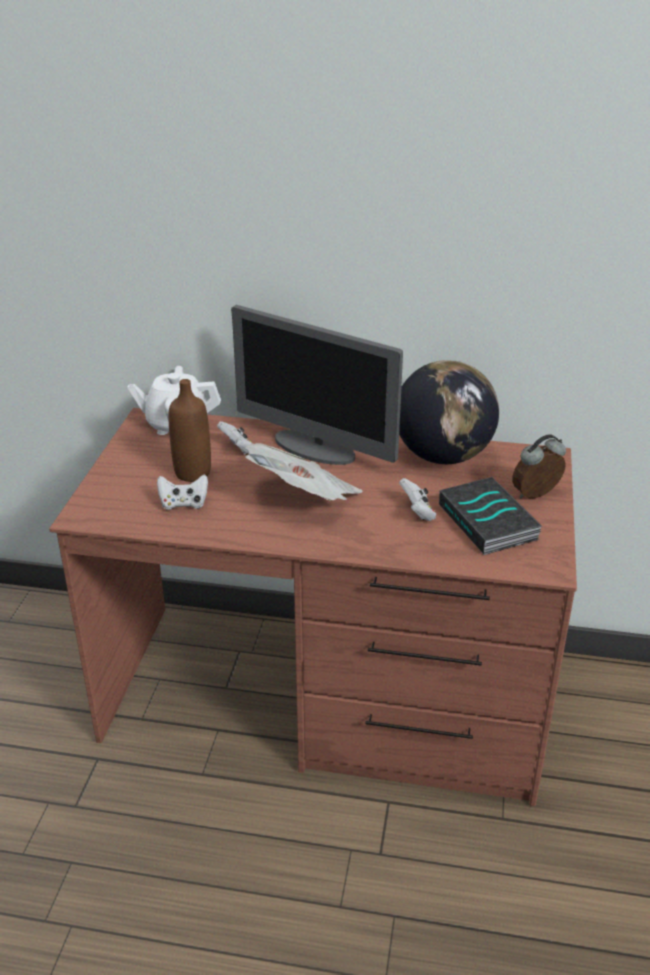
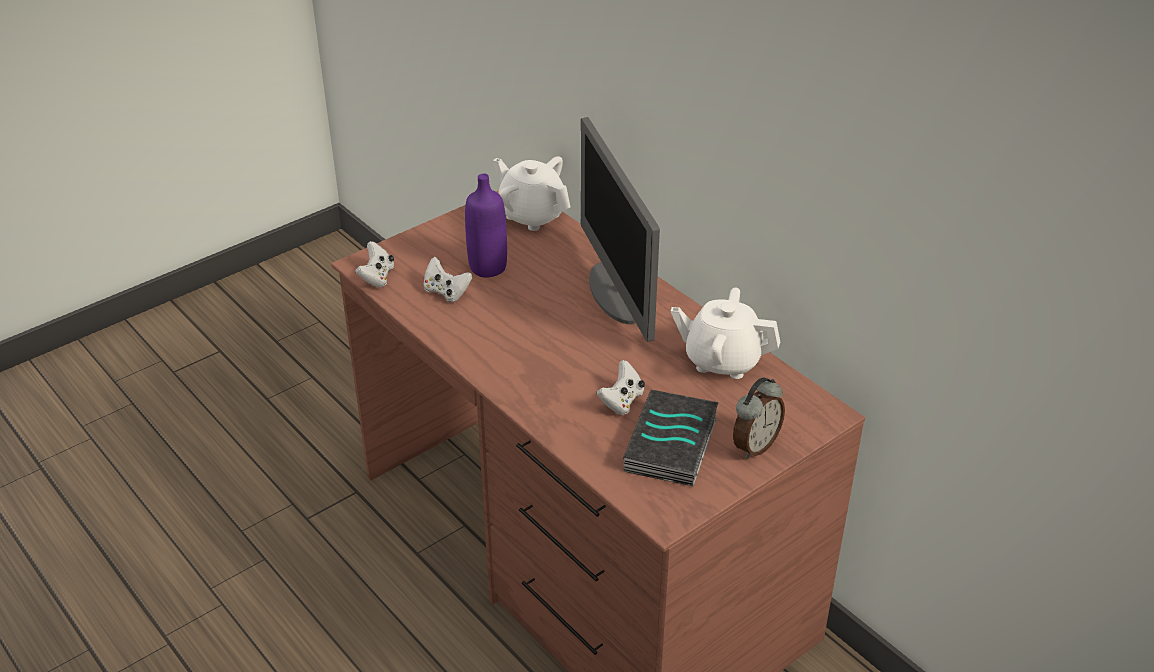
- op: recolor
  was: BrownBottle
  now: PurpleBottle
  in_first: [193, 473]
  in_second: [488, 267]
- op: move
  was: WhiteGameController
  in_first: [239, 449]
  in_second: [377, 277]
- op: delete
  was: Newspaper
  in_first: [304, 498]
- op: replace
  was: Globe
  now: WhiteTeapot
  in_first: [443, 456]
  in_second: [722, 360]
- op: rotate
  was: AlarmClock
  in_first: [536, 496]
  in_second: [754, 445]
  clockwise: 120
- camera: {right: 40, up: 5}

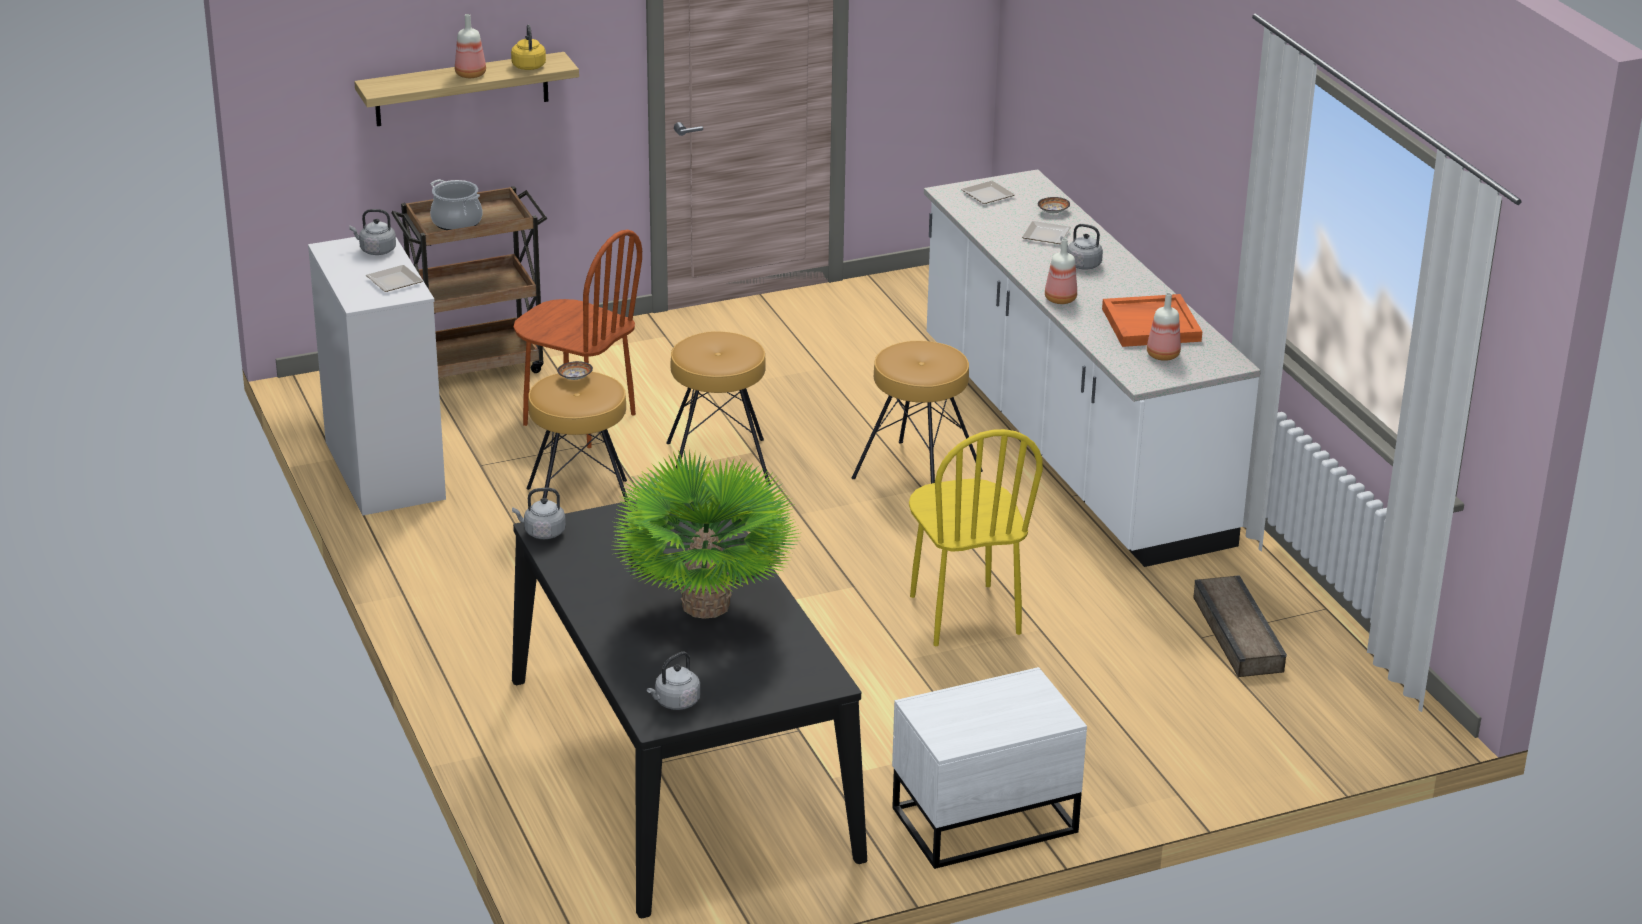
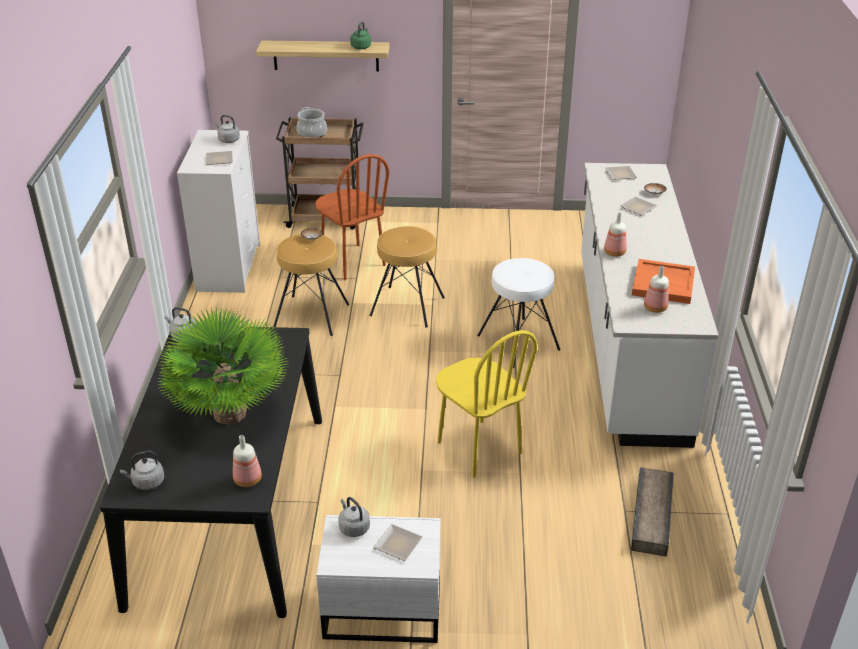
- op: move
  was: Bottle
  in_first: [470, 74]
  in_second: [247, 479]
- op: recolor
  was: YellowKettle
  now: GreenKettle
  in_first: [528, 65]
  in_second: [361, 47]
- op: recolor
  was: BrownStool
  now: WhiteStool
  in_first: [917, 474]
  in_second: [518, 342]
- op: rotate
  was: YellowChair
  in_first: [963, 615]
  in_second: [478, 448]
  clockwise: -45
- op: move
  was: GreyKettle
  in_first: [1081, 264]
  in_second: [353, 527]
- op: insert
  now: Plate
  in_second: [398, 546]
- camera: {right: 25, up: 5}

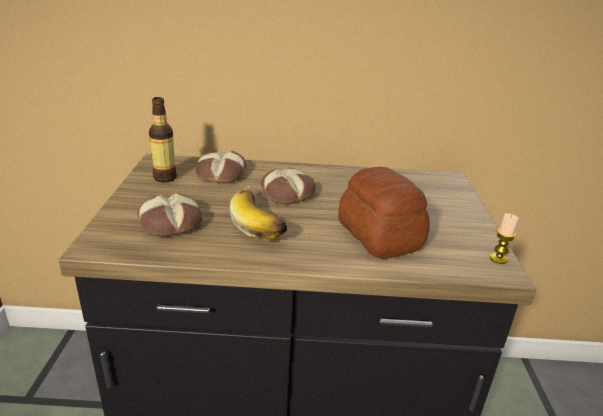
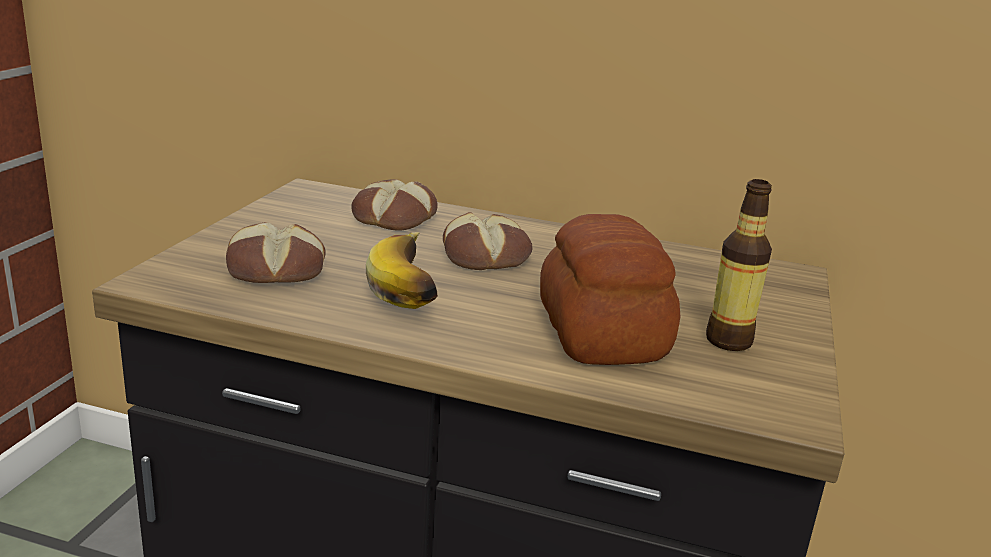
- op: move
  was: Bottle
  in_first: [165, 178]
  in_second: [728, 341]
- op: delete
  was: Candle
  in_first: [498, 259]
- camera: {right: 15, up: -5}

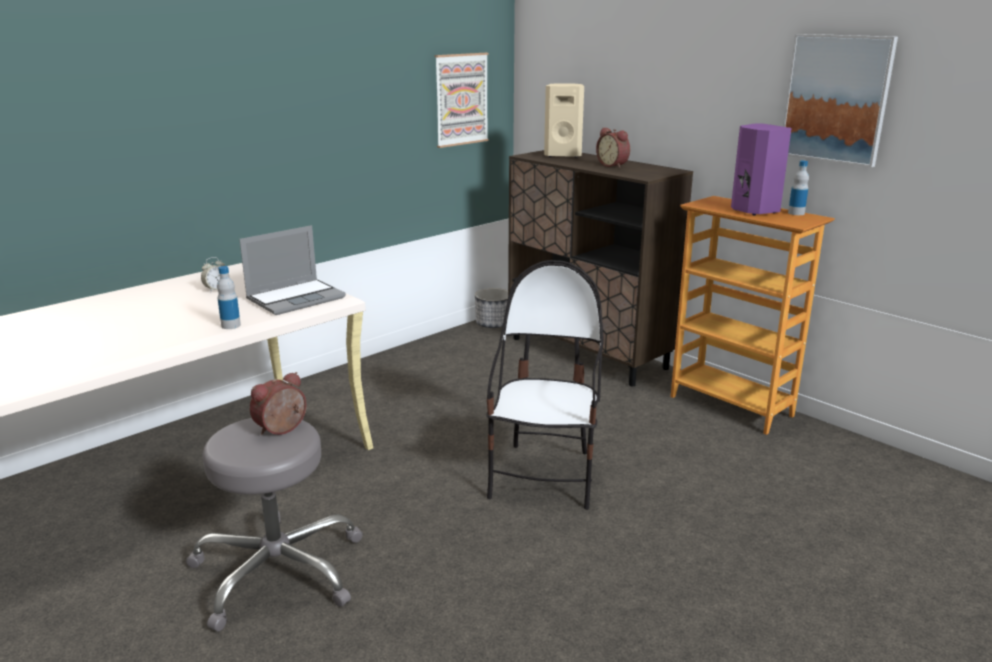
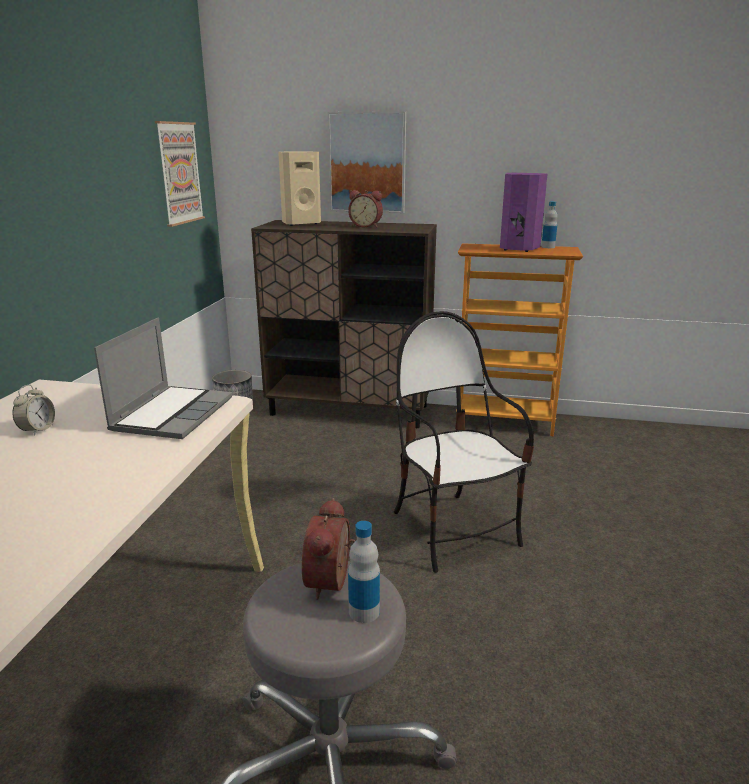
- op: move
  was: Bottle
  in_first: [231, 325]
  in_second: [364, 611]
- op: move
  was: Picture
  in_first: [836, 99]
  in_second: [367, 163]
- camera: {right: -35, up: 0}

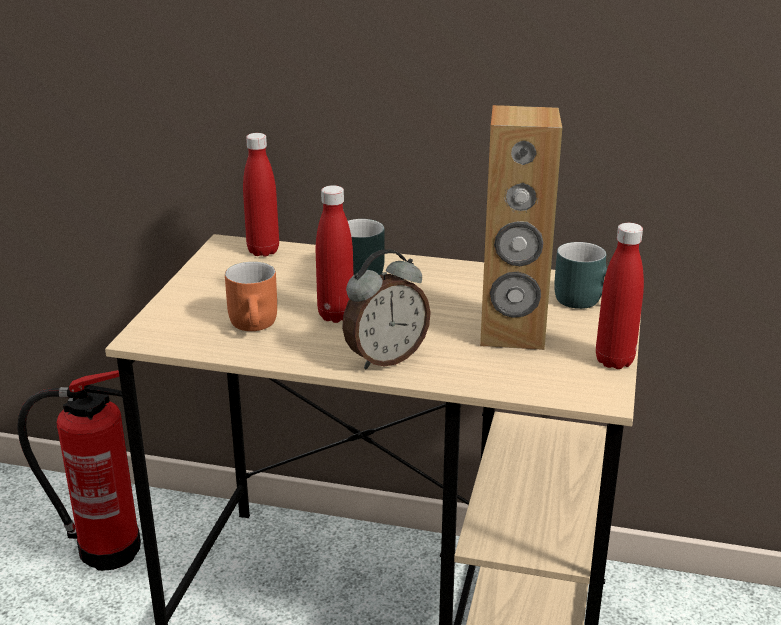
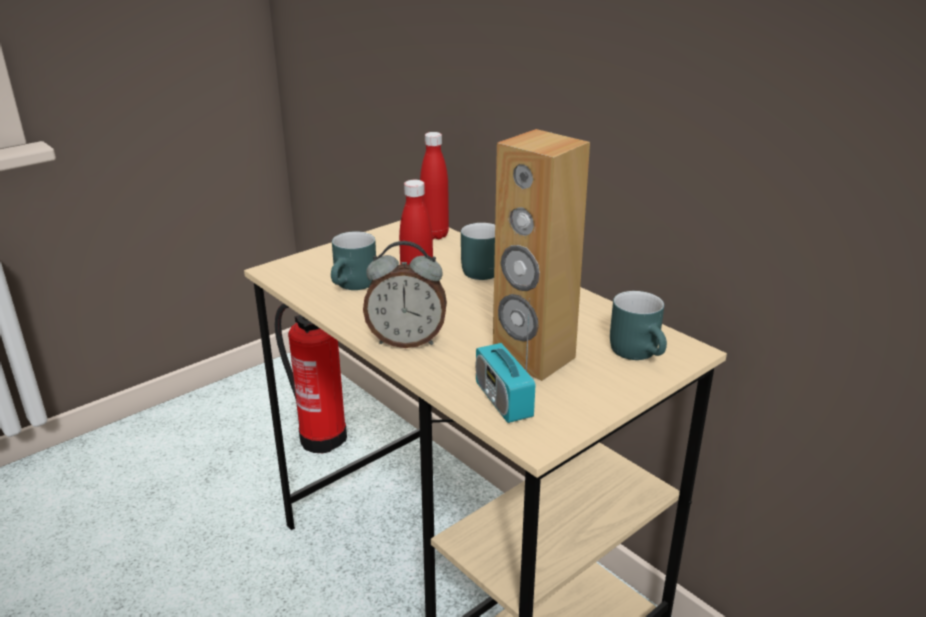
- op: recolor
  was: OrangeMug
  now: TurquoiseMug
  in_first: [257, 325]
  in_second: [355, 286]
- op: delete
  was: RedBottle
  in_first: [614, 361]
- op: insert
  now: Radio
  in_second: [503, 400]
- camera: {right: 35, up: 0}

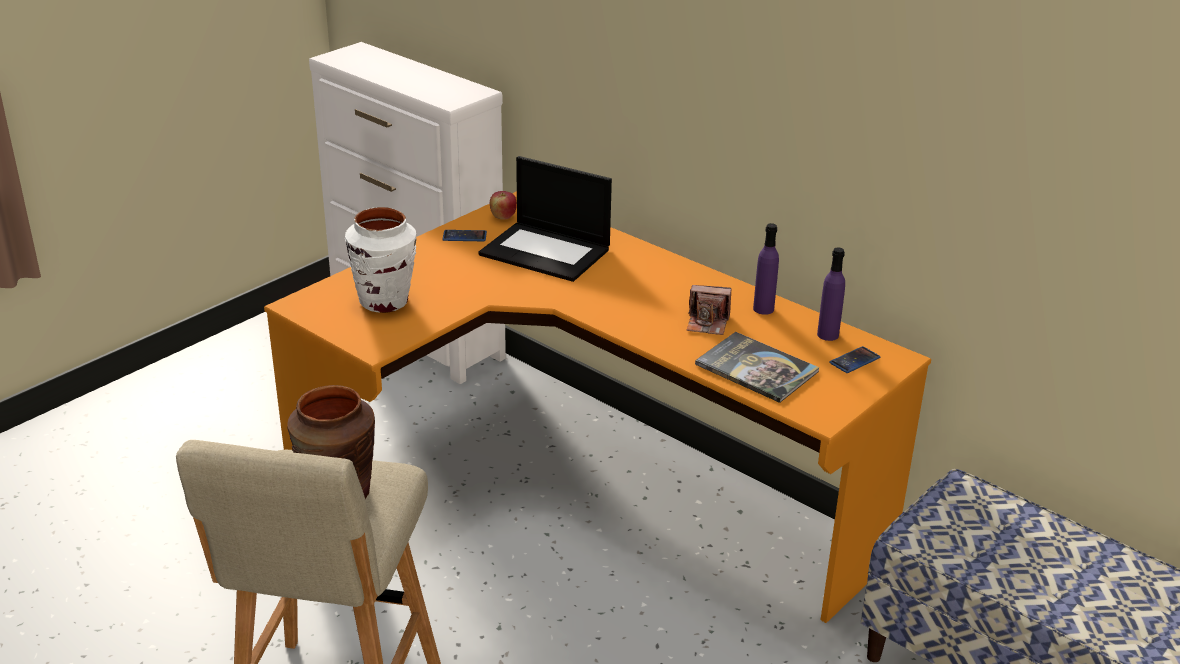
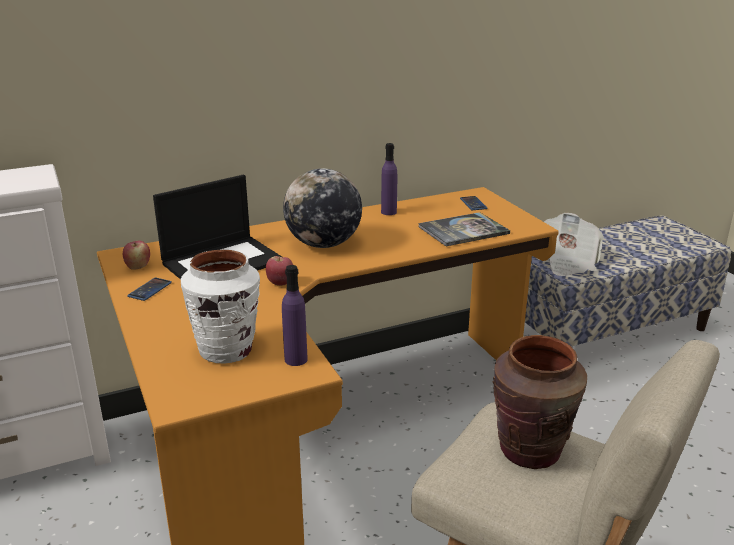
- op: delete
  was: PhotoCamera
  in_first: [707, 323]
- op: move
  was: PurpleBottle
  in_first: [828, 335]
  in_second: [296, 359]
- op: insert
  now: Apple
  in_second: [280, 283]
- op: insert
  now: Globe
  in_second: [323, 244]
- op: insert
  now: Newspaper
  in_second: [566, 262]
- camera: {right: -65, up: -5}

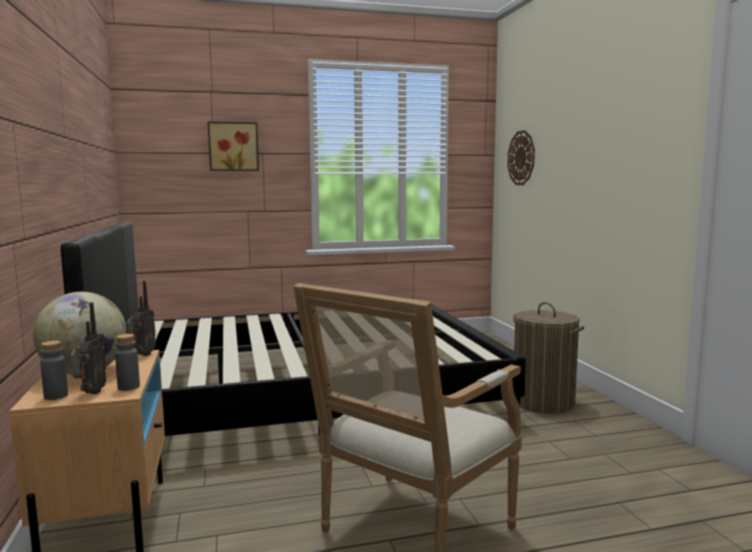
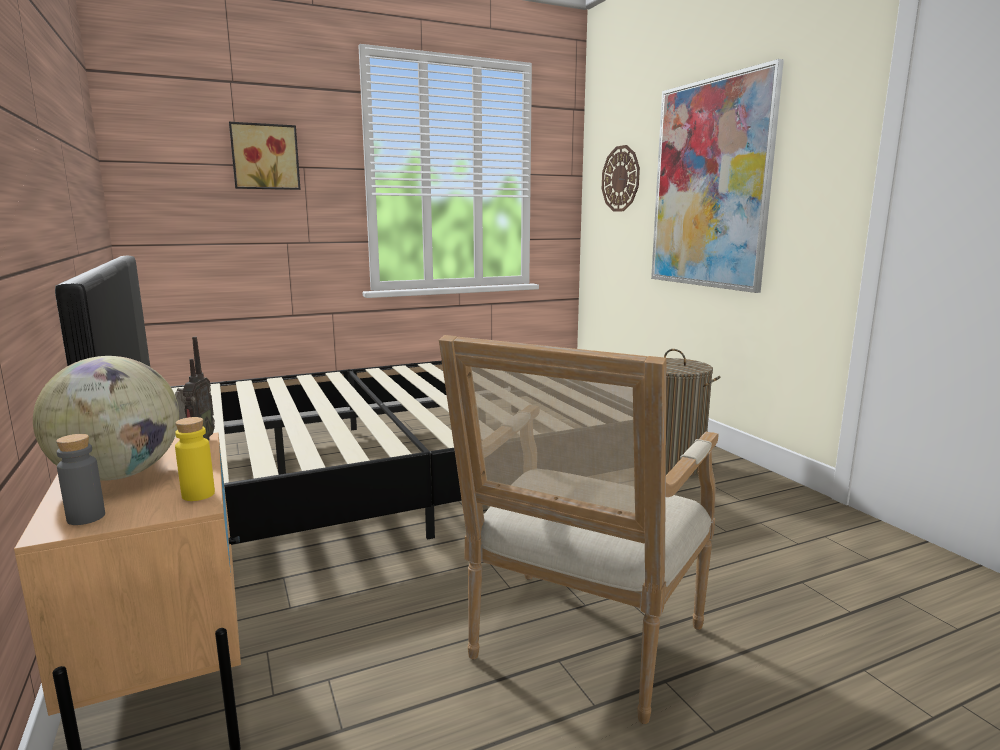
- op: delete
  was: Radio
  in_first: [90, 393]
- op: recolor
  was: GreyBottle
  now: YellowBottle
  in_first: [128, 387]
  in_second: [198, 494]
- op: insert
  now: Picture
  in_second: [710, 185]
- camera: {right: -10, up: 5}

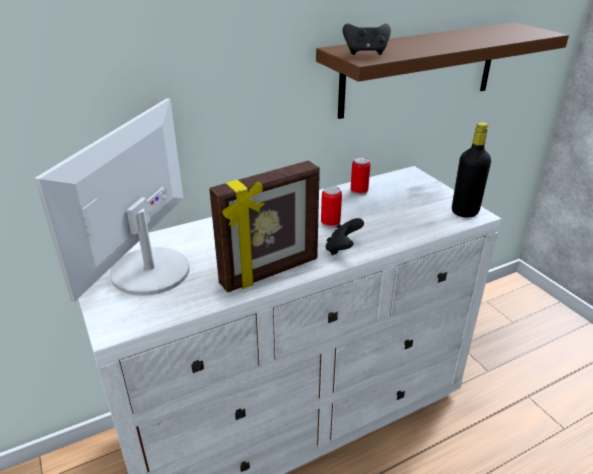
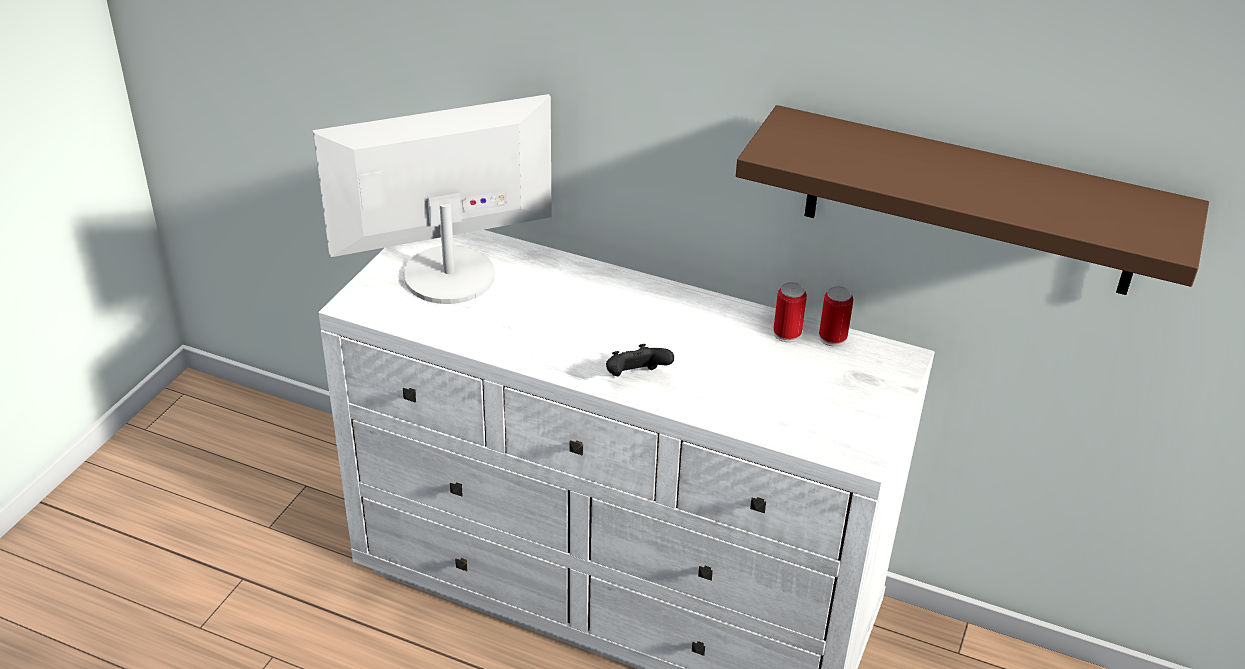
- op: delete
  was: PictureFrame
  in_first: [270, 272]
- op: move
  was: Can
  in_first: [330, 223]
  in_second: [832, 338]
- op: delete
  was: BlackGameController
  in_first: [365, 53]
- op: delete
  was: BlackBottle
  in_first: [464, 212]
- camera: {right: 50, up: 5}

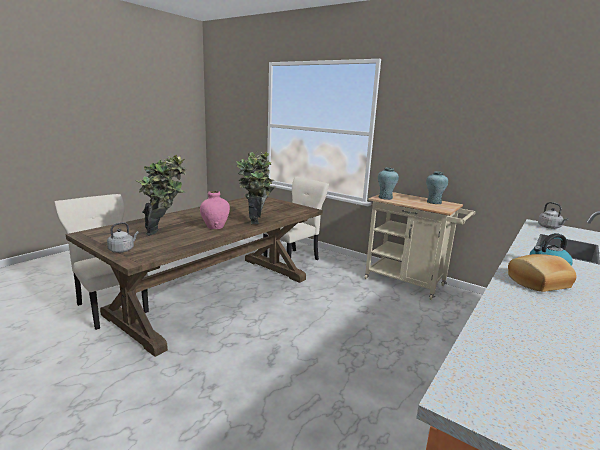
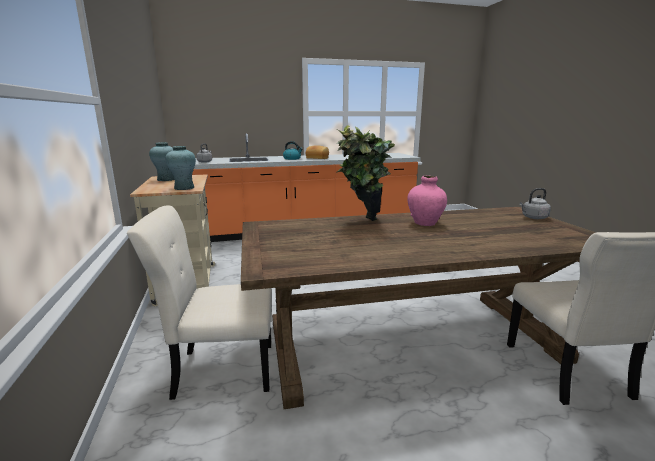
- op: delete
  was: PottedPlant
  in_first: [165, 232]
- camera: {right: -140, up: 0}

